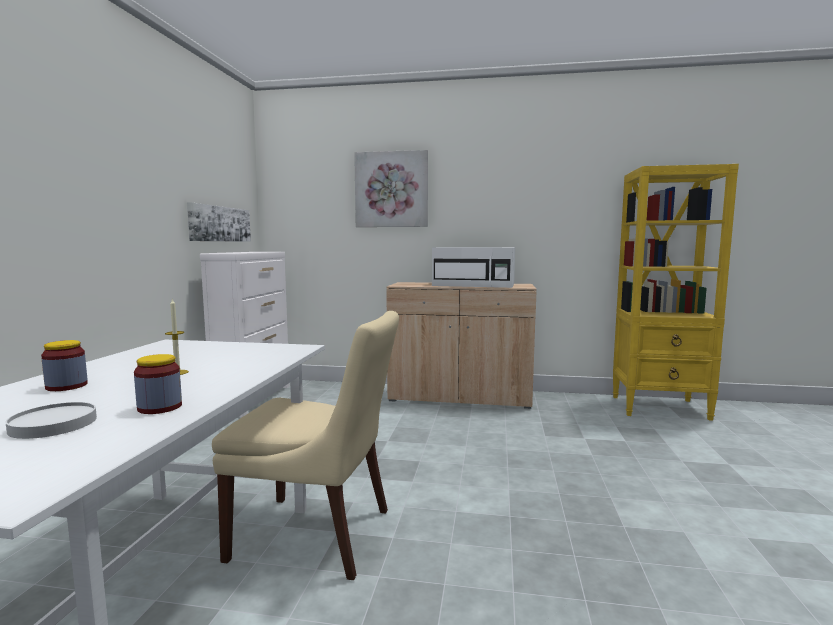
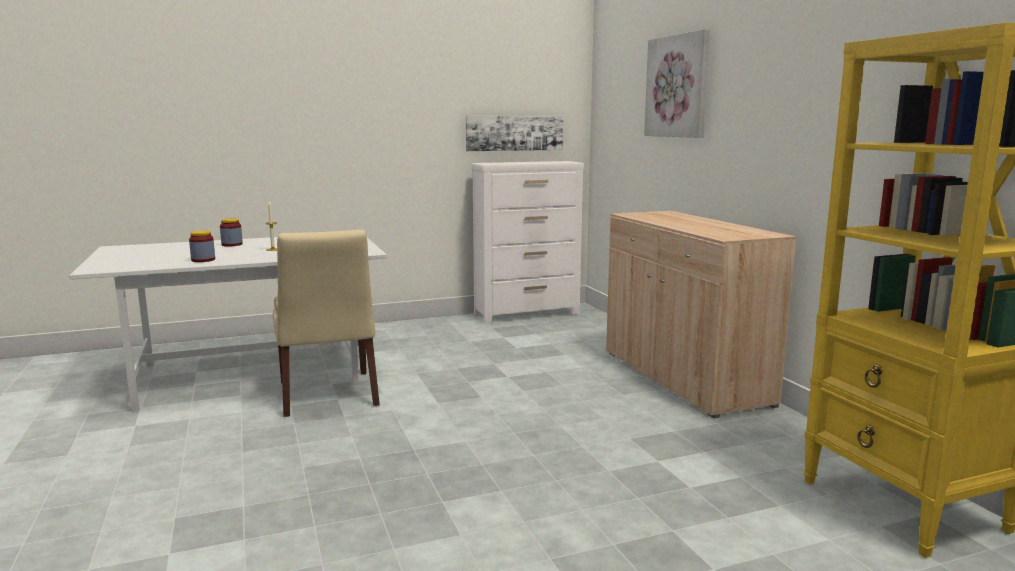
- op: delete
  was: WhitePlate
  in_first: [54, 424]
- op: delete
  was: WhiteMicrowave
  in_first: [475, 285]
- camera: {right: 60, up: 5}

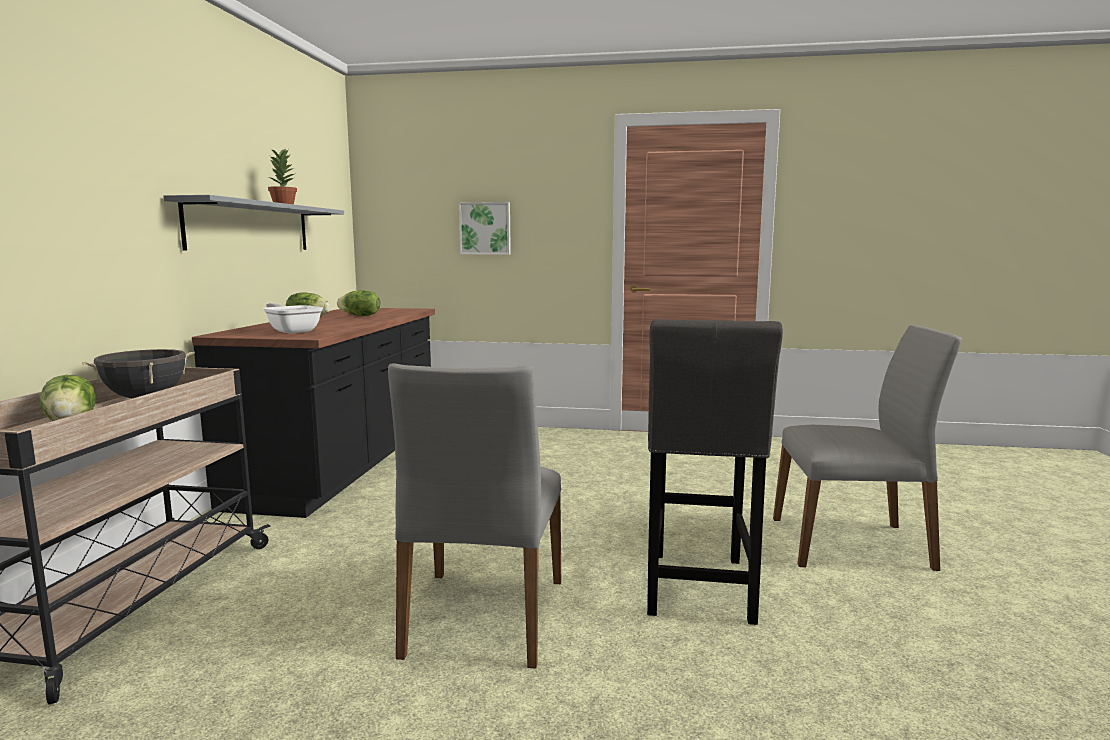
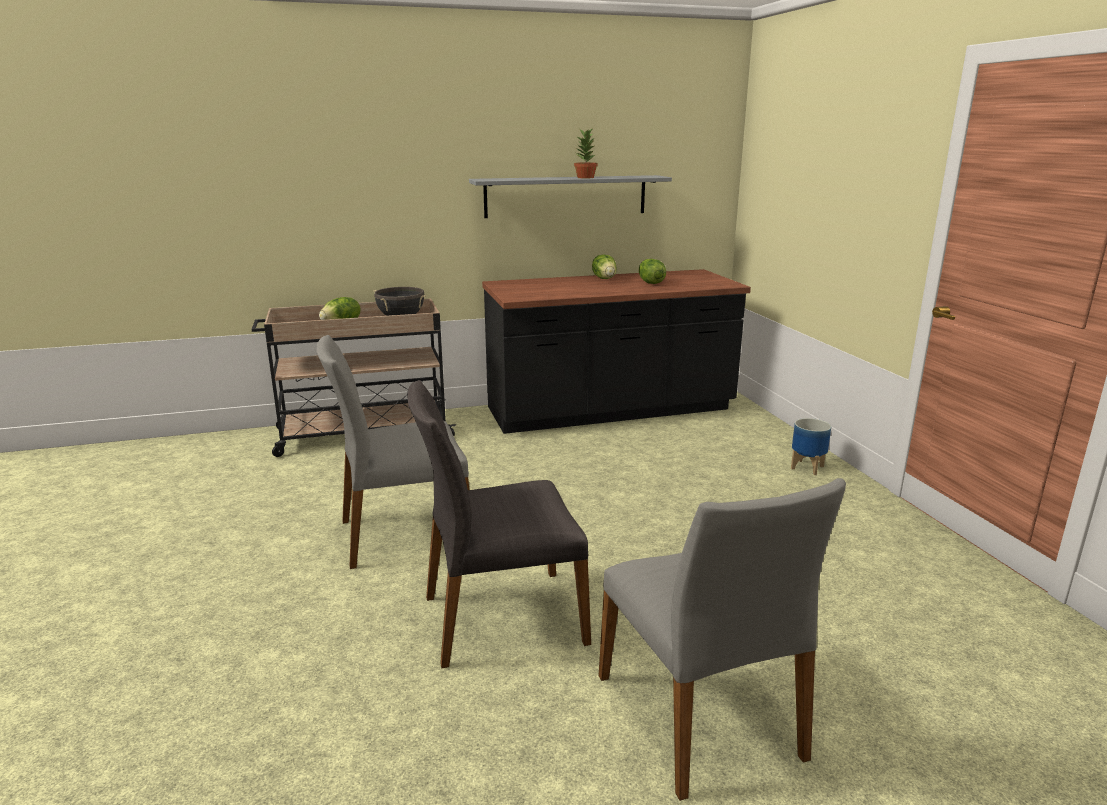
- op: delete
  was: FryingPan
  in_first: [292, 331]
- op: delete
  was: Picture
  in_first: [485, 228]
- op: replace
  was: GreyStool
  now: GreyChair
  in_first: [698, 590]
  in_second: [501, 618]
- op: insert
  now: Planter
  in_second: [807, 467]
- camera: {right: 65, up: 10}

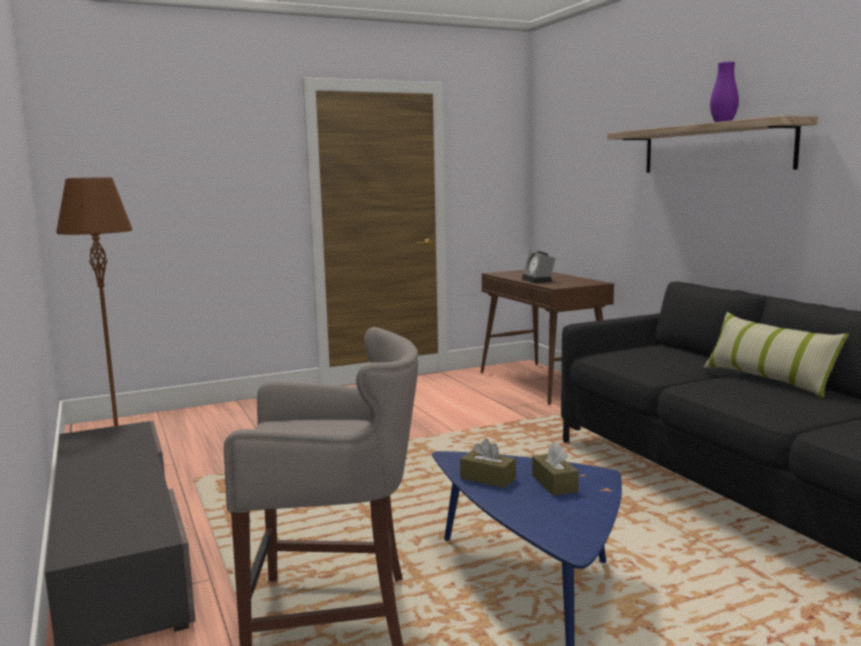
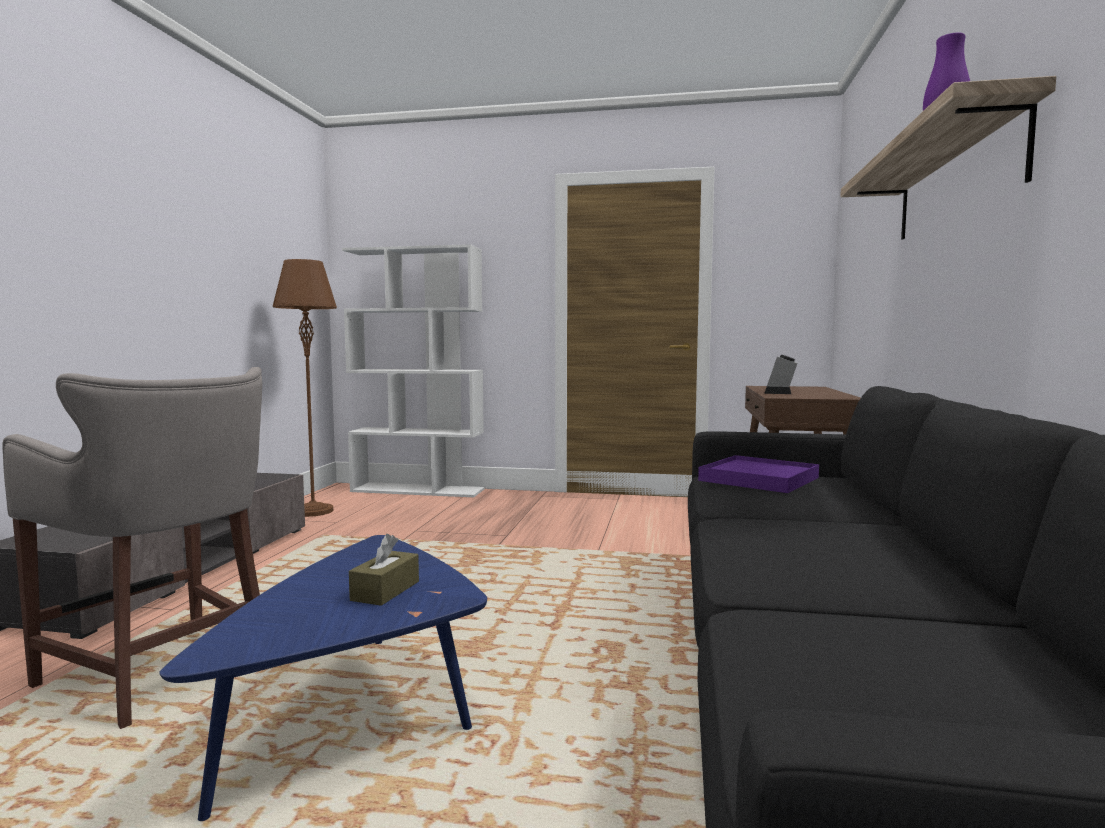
- op: delete
  was: BrownTissueBox
  in_first: [488, 478]
- op: delete
  was: Pillow
  in_first: [768, 379]
- op: insert
  now: WhiteBookcase
  in_second: [418, 490]
- op: insert
  now: PurpleTray
  in_second: [759, 479]
- camera: {right: 35, up: -5}

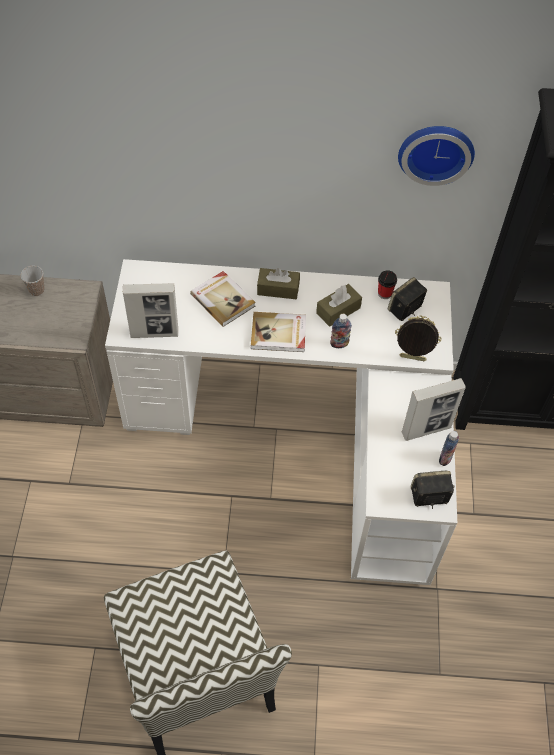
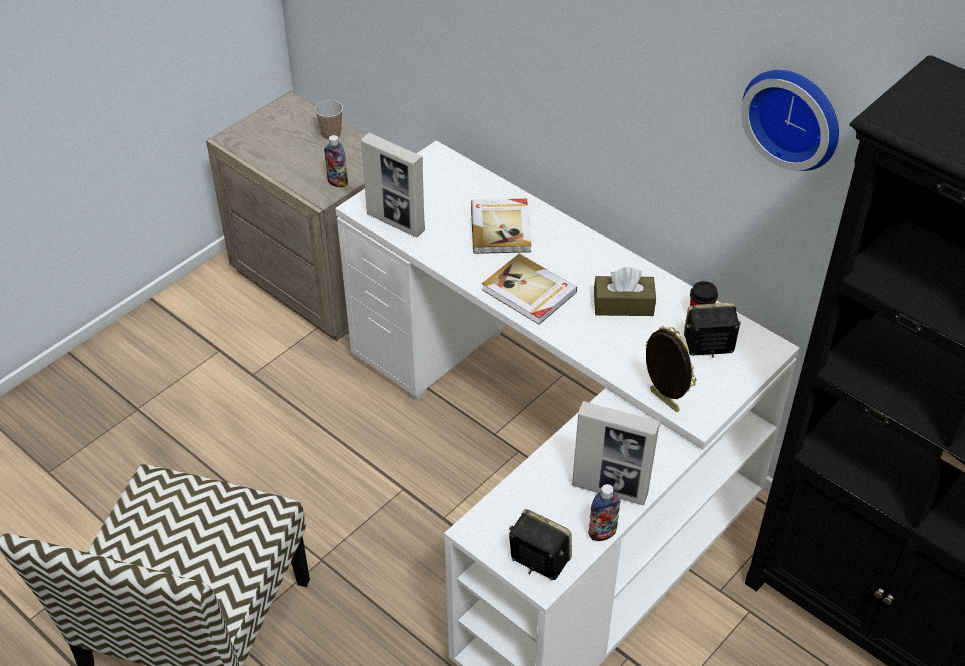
- op: delete
  was: BrownTissueBox
  in_first: [278, 289]
- op: move
  was: Bottle
  in_first: [339, 344]
  in_second: [337, 182]
- camera: {right: 40, up: -10}

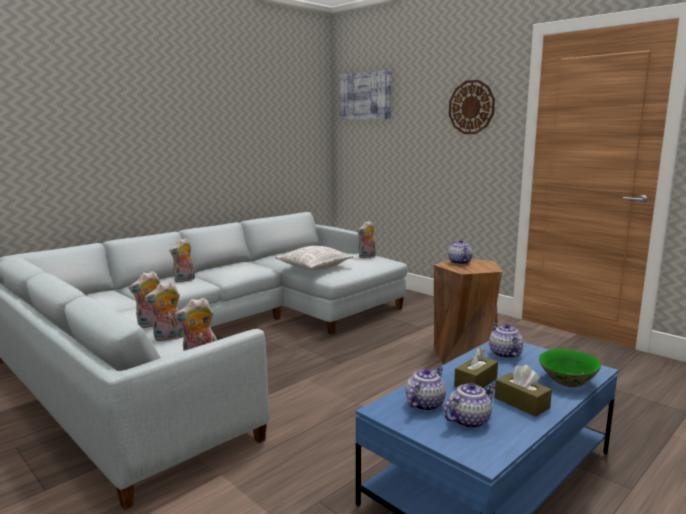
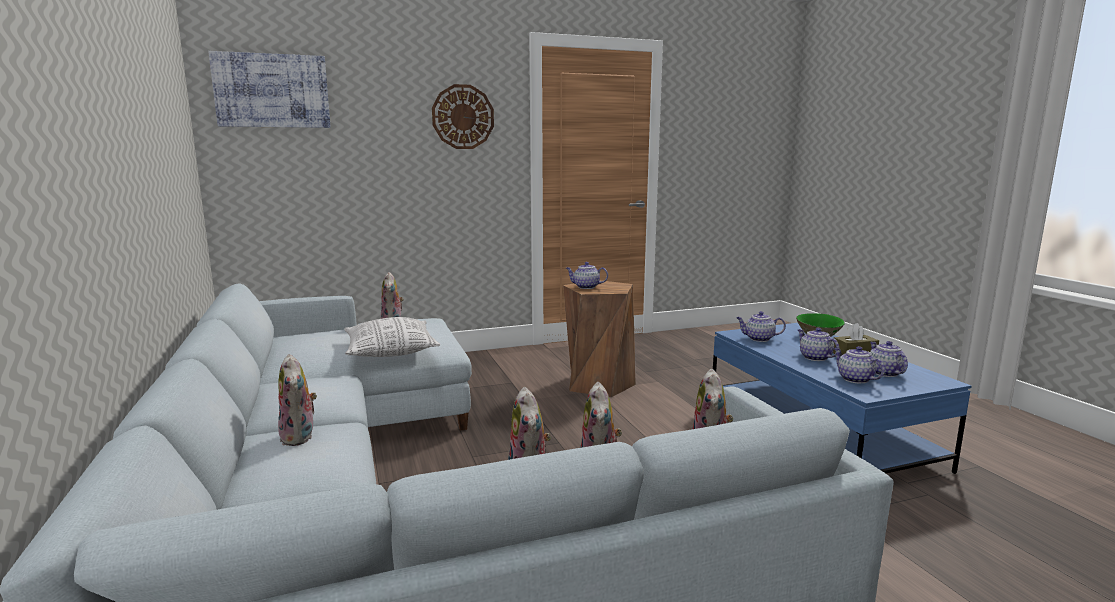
- op: replace
  was: BrownTissueBox
  now: Teapot
  in_first: [475, 382]
  in_second: [814, 357]
- camera: {right: -65, up: 0}

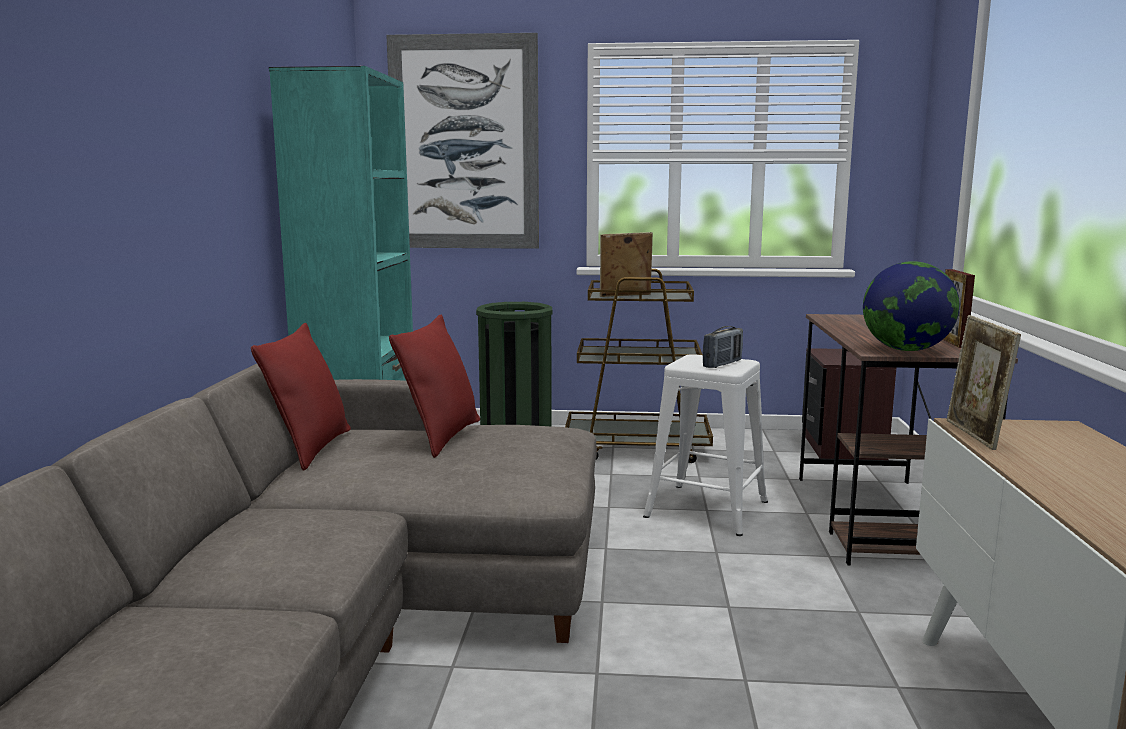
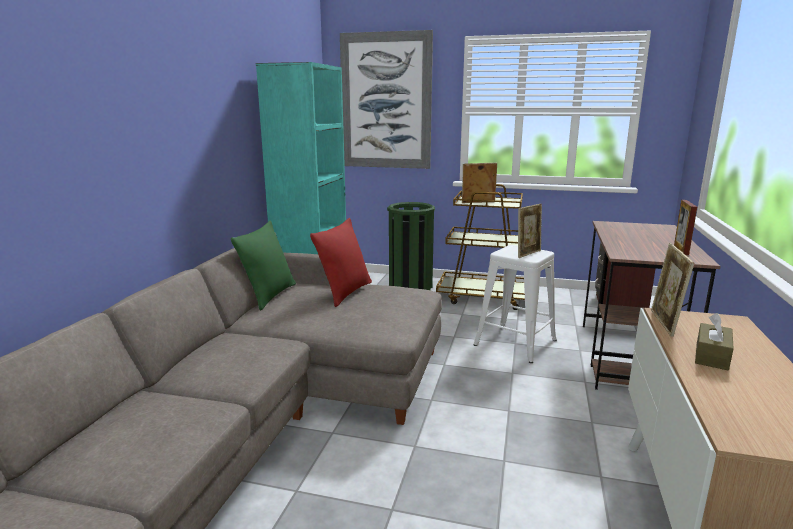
- op: recolor
  was: RedPillow
  now: GreenPillow
  in_first: [311, 448]
  in_second: [269, 295]
- op: replace
  was: Radio
  now: PictureFrame
  in_first: [722, 364]
  in_second: [528, 253]
- op: delete
  was: Globe
  in_first: [906, 350]
- op: insert
  now: BrownTissueBox
  in_second: [711, 356]
- camera: {right: 10, up: 5}

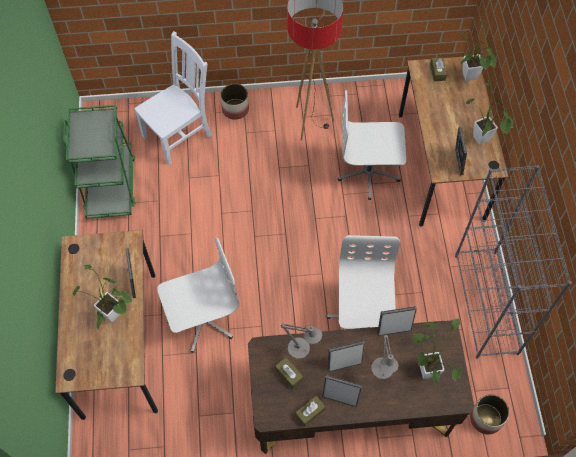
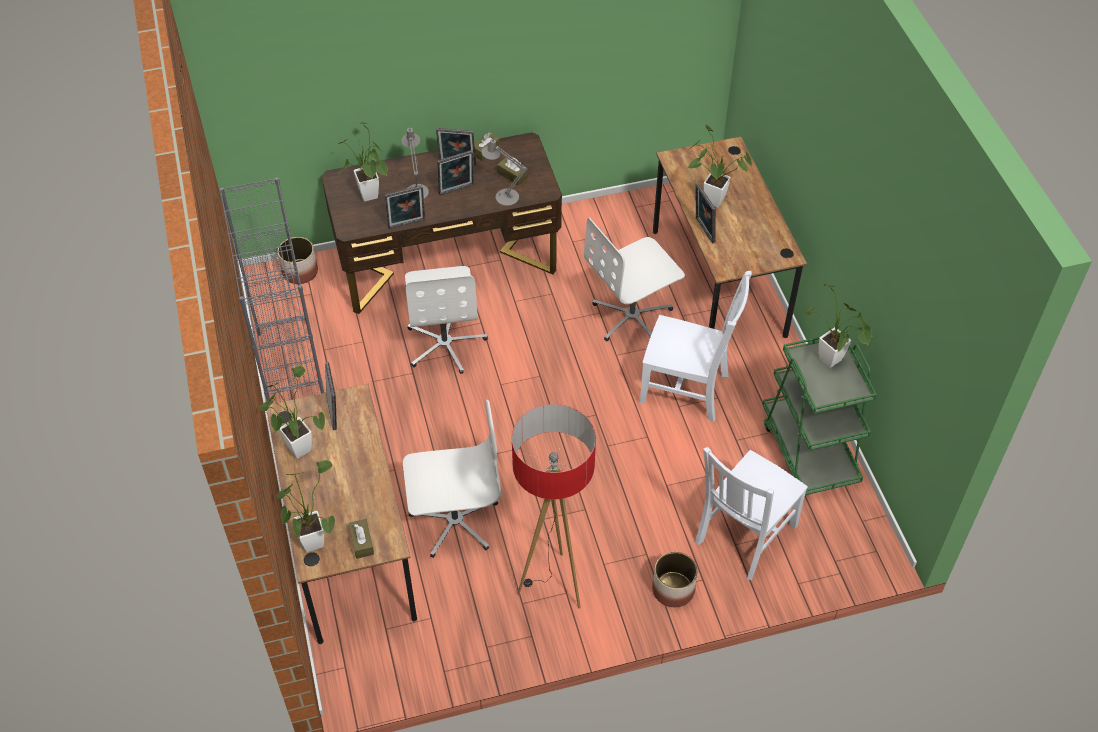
- op: insert
  now: WhiteChair
  in_second: [687, 389]
- op: insert
  now: PottedPlant
  in_second: [833, 363]
- camera: {right: 170, up: -10}

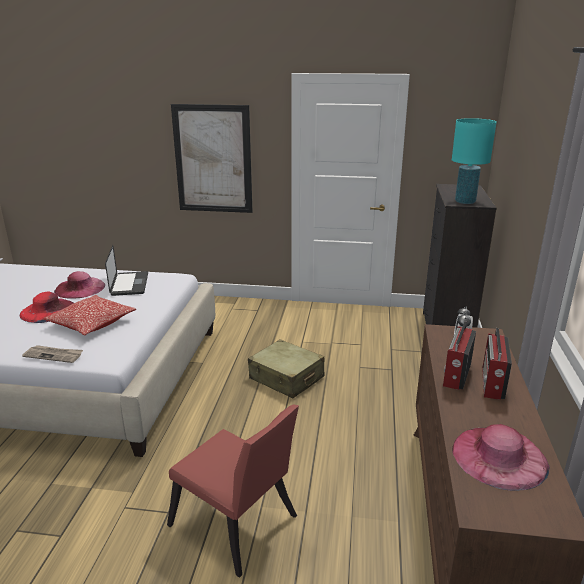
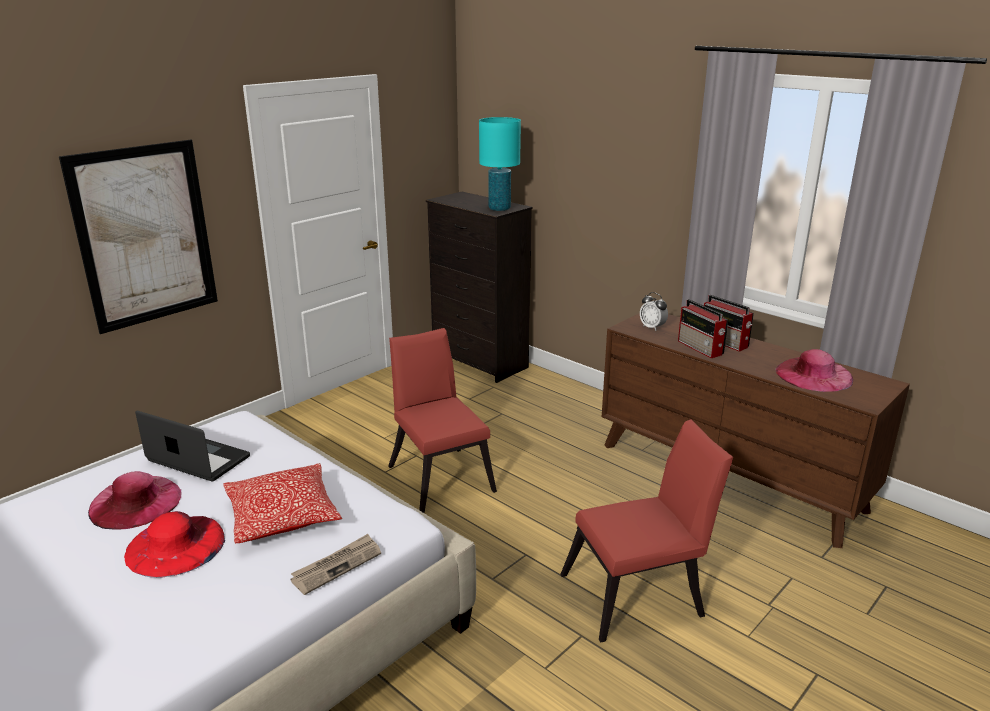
- op: replace
  was: BeigeSuitcase
  now: RedChair
  in_first: [286, 378]
  in_second: [439, 475]
- camera: {right: -55, up: 0}

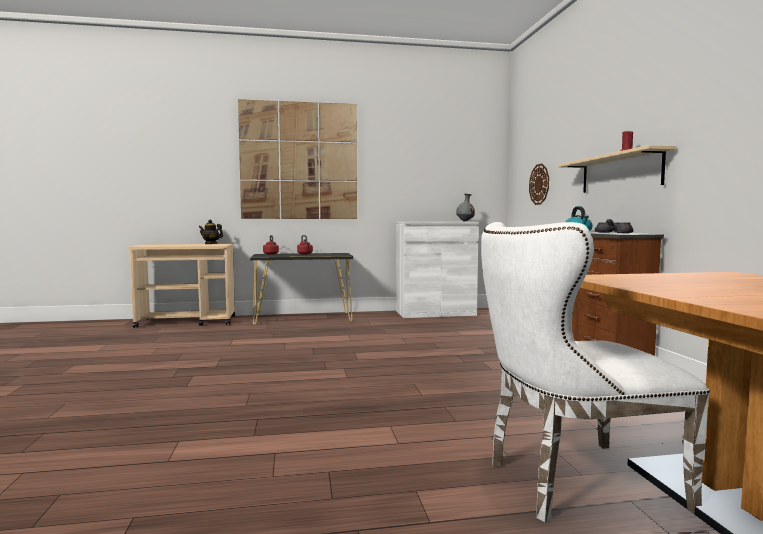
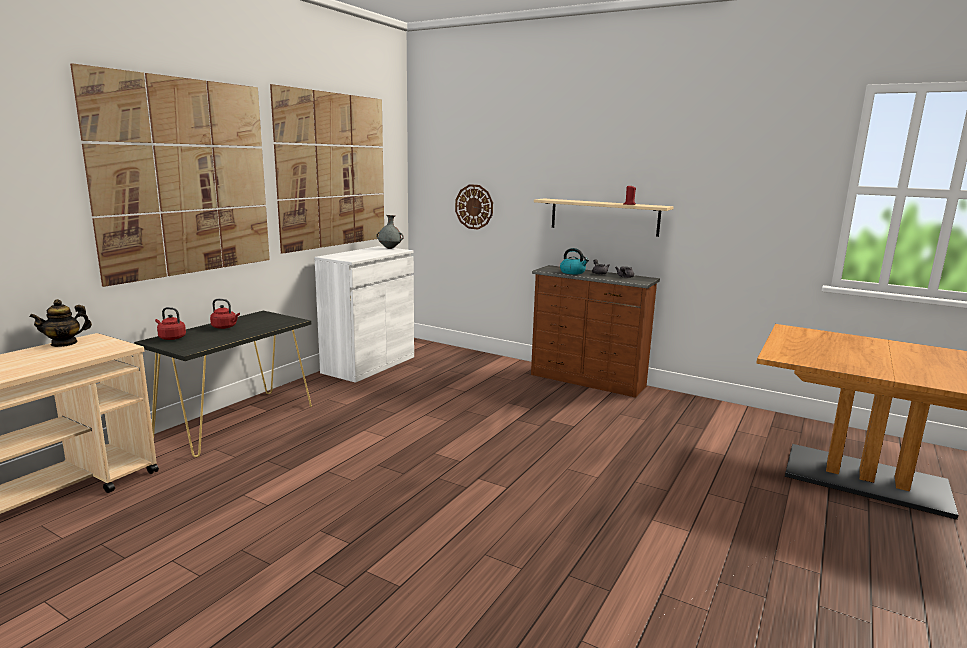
- op: delete
  was: WhiteChair
  in_first: [570, 483]
- op: insert
  now: Picture
  in_second: [333, 171]
- camera: {right: -50, up: 10}

